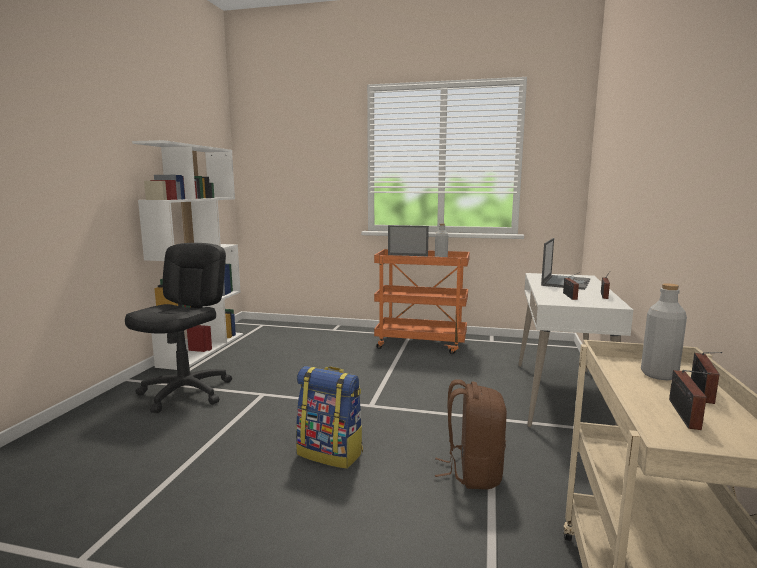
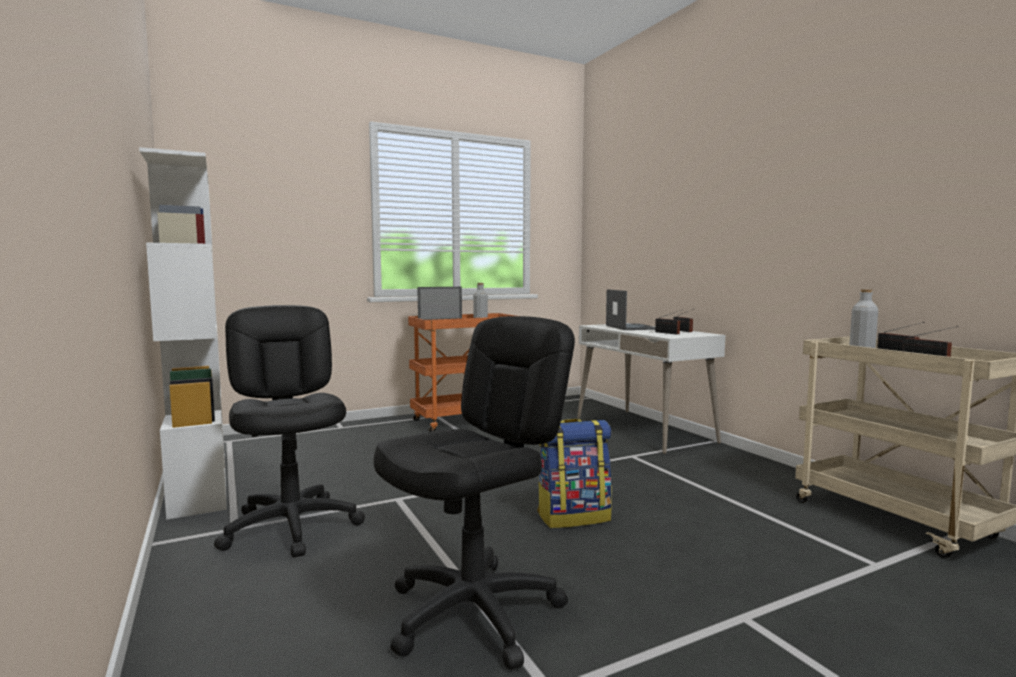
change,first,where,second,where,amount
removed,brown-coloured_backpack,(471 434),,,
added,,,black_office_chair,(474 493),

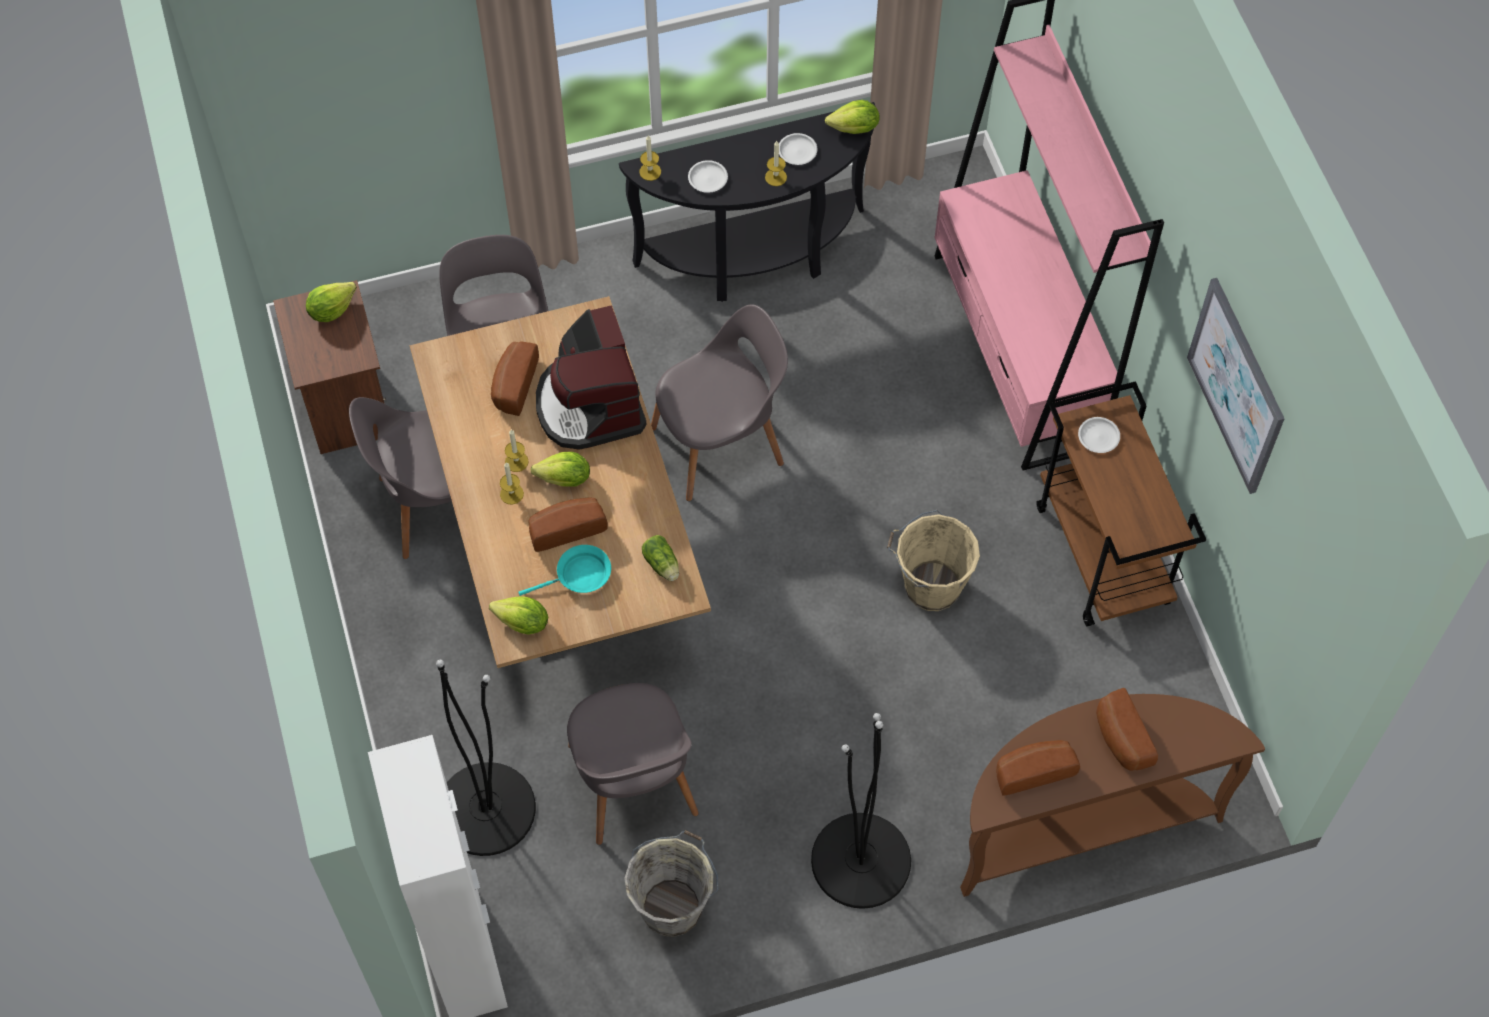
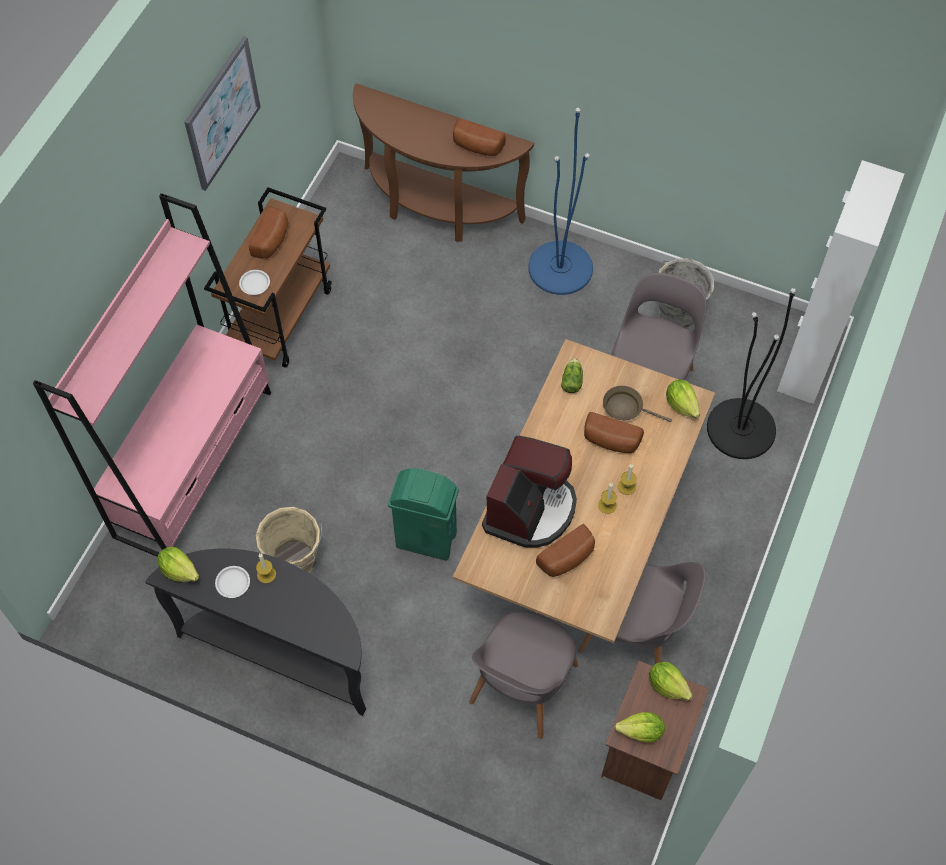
change,first,where,second,where,amount
removed,wax_candle,(650 158),,,
removed,white_plate,(708 176),,,
replaced,gray_plain_chair,(719 403),greenish_waste_bin,(423 514),
moved,lettuce,(560 469),,(671 681),
moved,beige_water_bucket,(933 560),,(289 540),
recoloured,blue-green_skillet,(565 570),brown-coloured_skillet,(637 404),
moved,bread,(1127 729),,(269 232),
recoloured,black_standing_lamp,(861 811),blue_standing_lamp,(560 201),

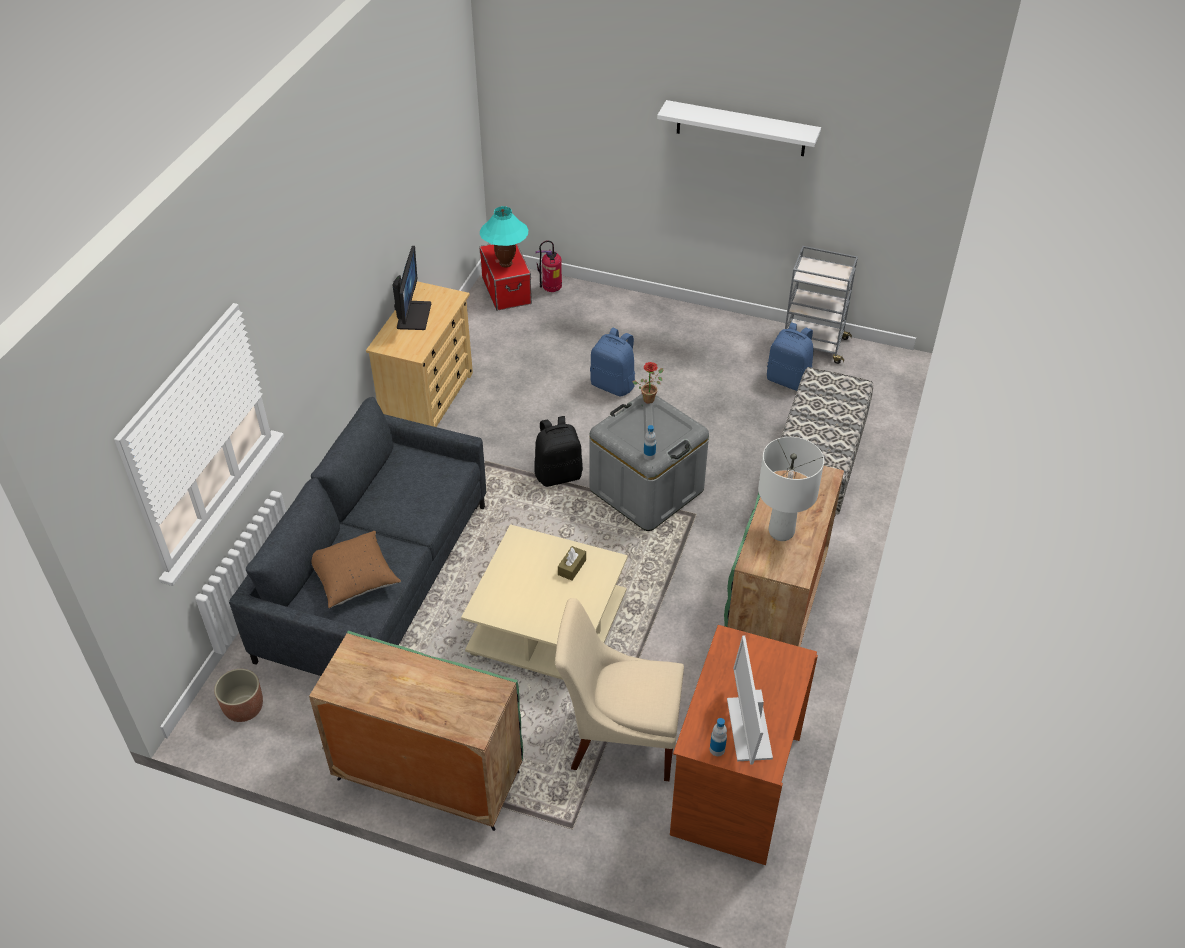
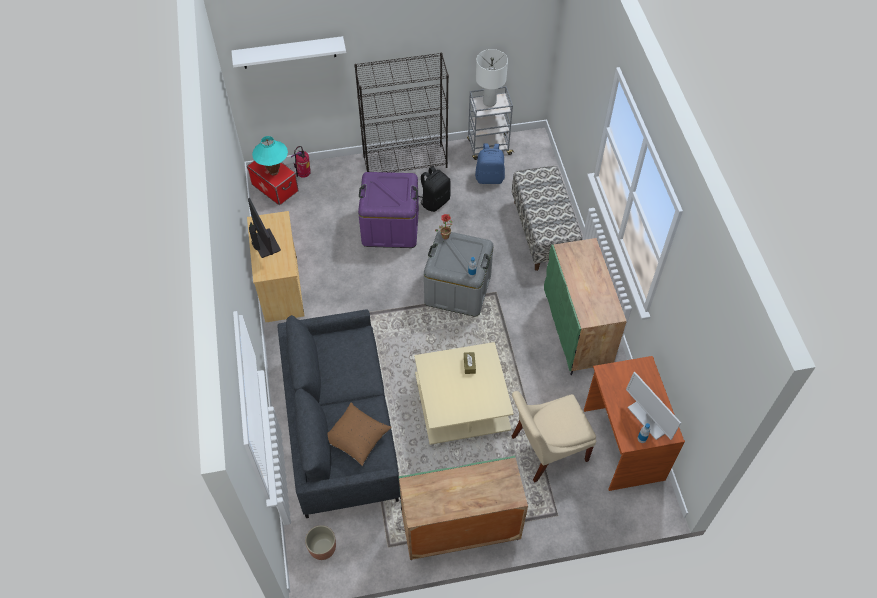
change,first,where,second,where,amount
moved,white_shelf,(739 128),,(288 52),
replaced,blue_backpack,(613 361),purplish_storage_box,(388 210),
moved,black_backpack,(558 451),,(434 189),
moved,white_lamp_for_a_table,(791 489),,(492 78),
added,,,black_bookcase,(401 113),

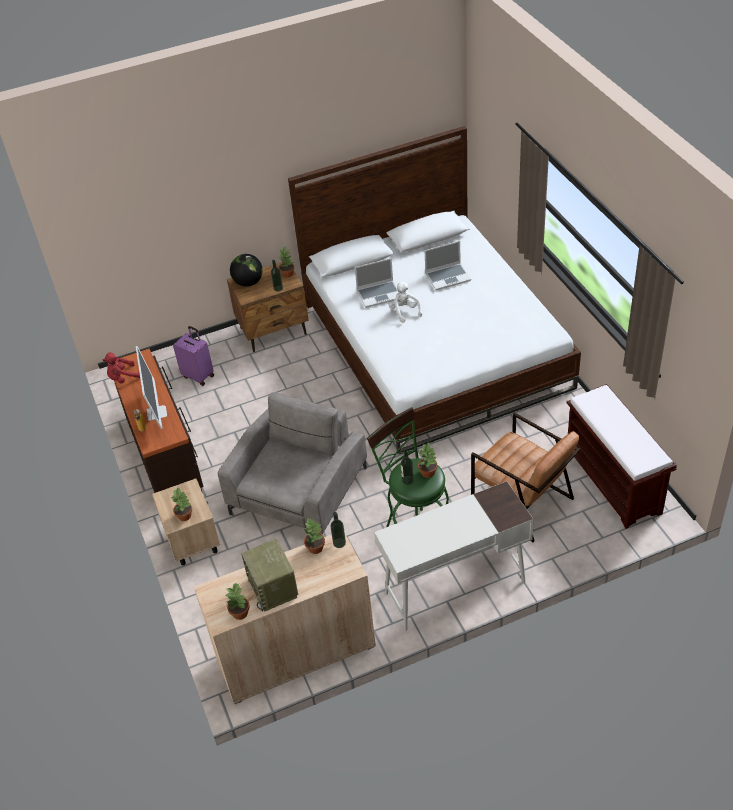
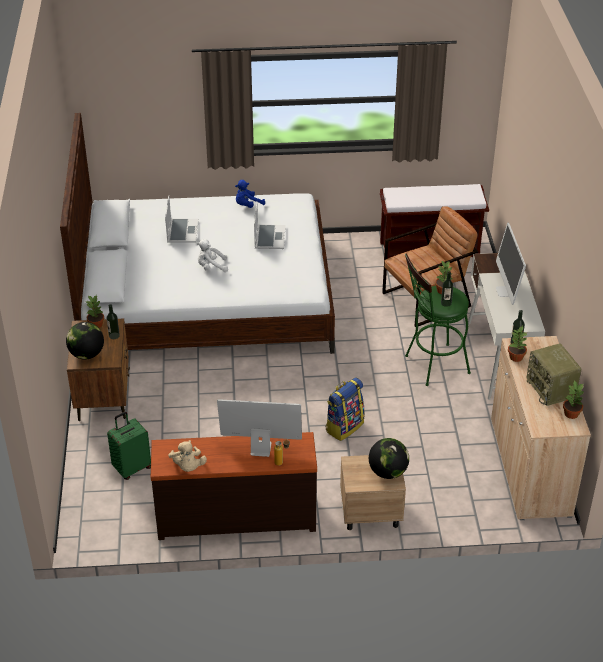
change,first,where,second,where,amount
moved,laptop,(376 283),,(270 225),
recoloured,purplish_piece_of_luggage,(193 356),greenish_piece_of_luggage,(129 446),
recoloured,red_cuddly_toy,(121 367),beige_cuddly_toy,(187 456),
replaced,gray_easy_chair,(292 463),backpack,(345 409),
replaced,plant_in_a_pot,(181 504),desk_globe,(389 458),
turned,radio_receiver,(269 575),,(553 375),75 degrees clockwise
added,,,blue_cuddly_toy,(250 194),
added,,,computer_screen,(511 264),

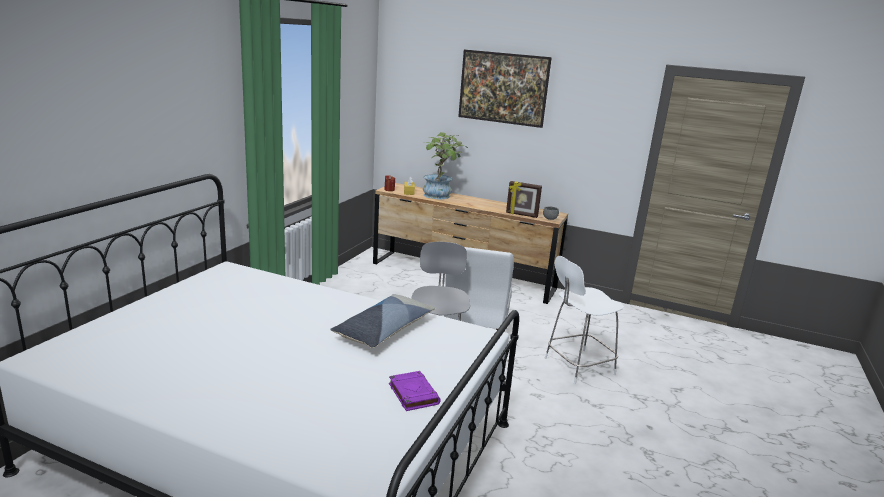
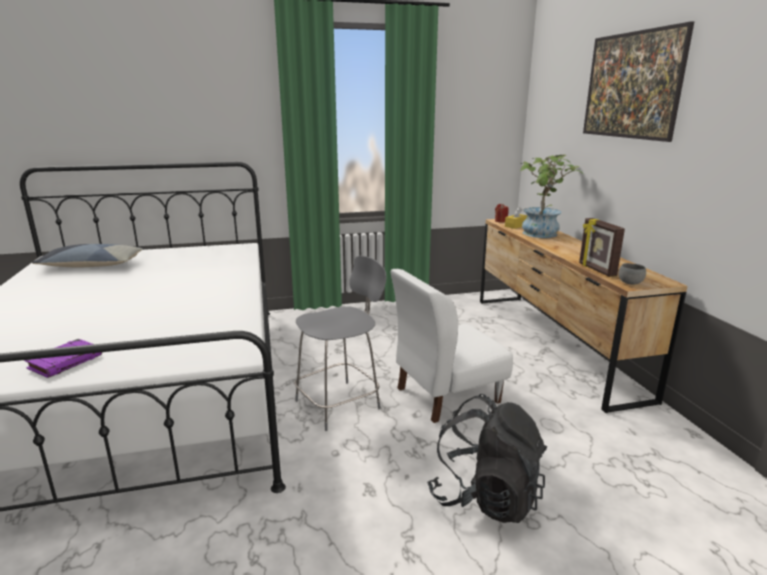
change,first,where,second,where,amount
replaced,white_plain_chair,(584 320),black_backpack,(487 458),
moved,pillow,(382 321),,(87 256),

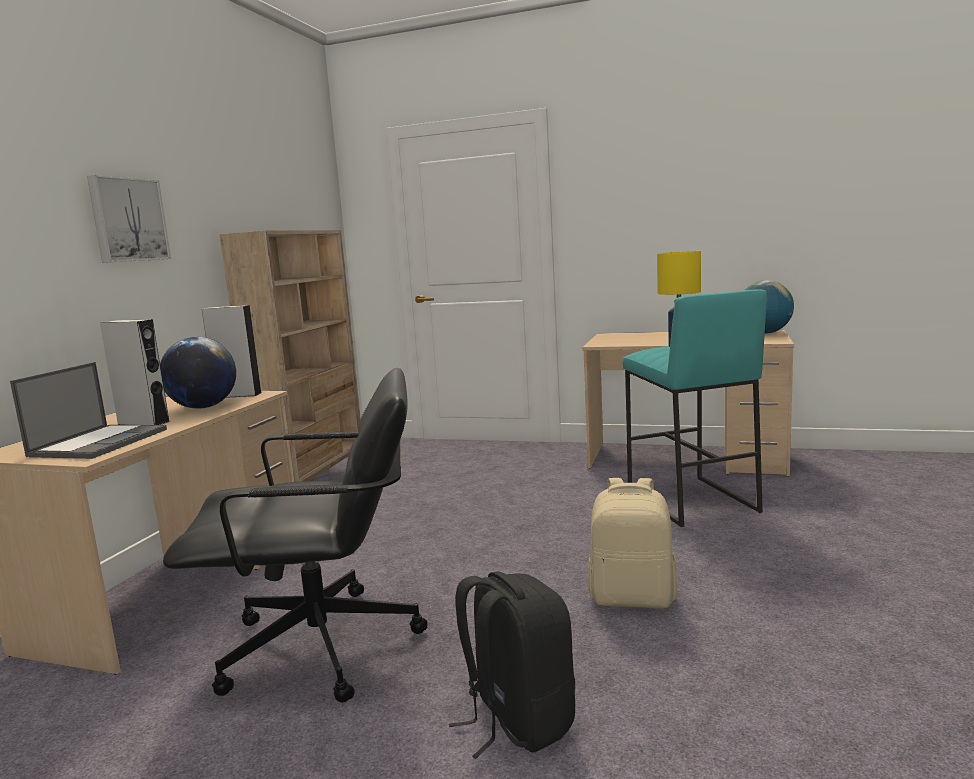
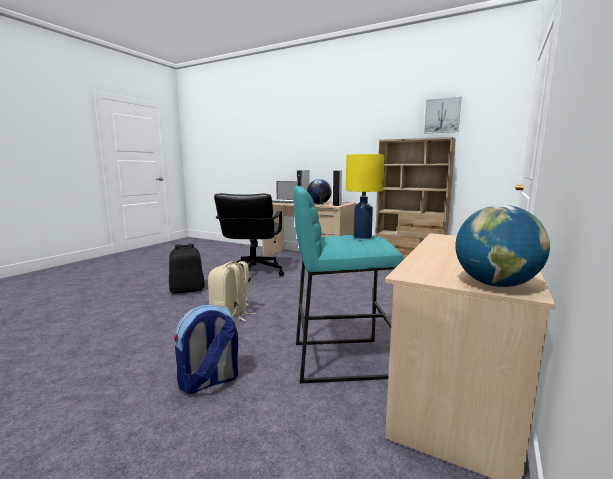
change,first,where,second,where,amount
moved,wall_art,(129 219),,(443 115),
added,,,backpack,(206 349),

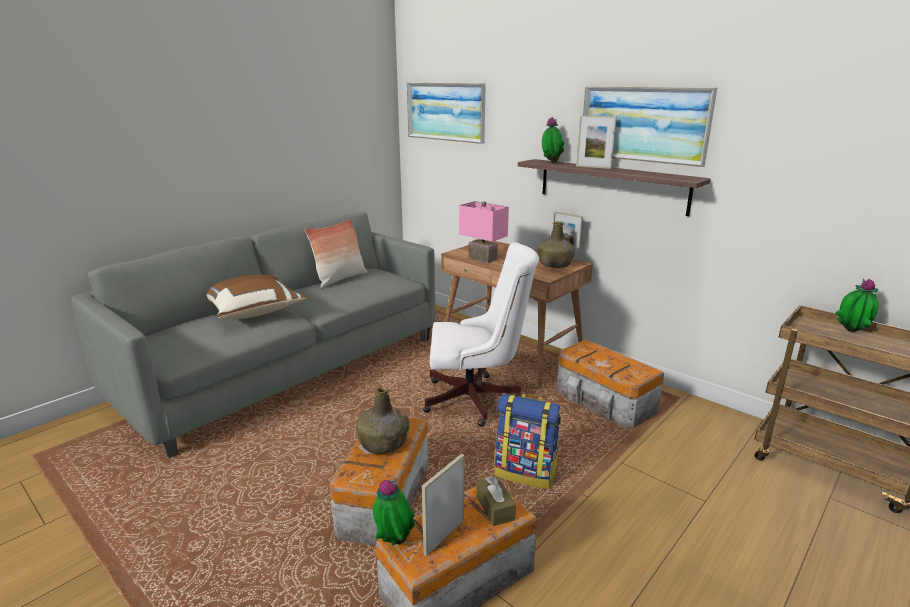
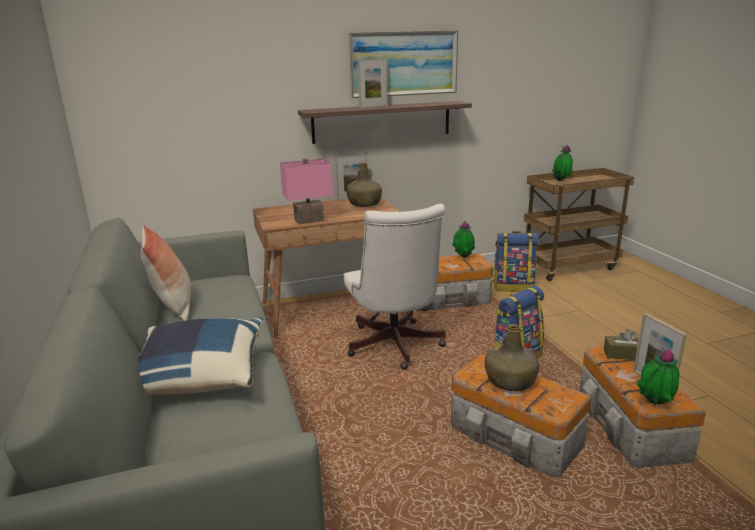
change,first,where,second,where,amount
removed,wall_art,(446 113),,,
moved,plant_in_a_pot,(553 140),,(463 239),
turned,white_office_chair,(481 334),,(395 287),135 degrees clockwise
recoloured,brown-coloured_pillow,(256 296),blue_pillow,(201 356),
added,,,backpack,(516 261),

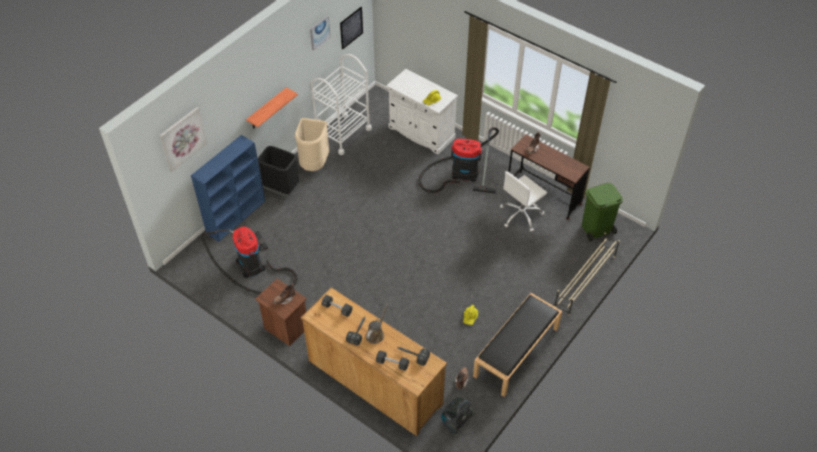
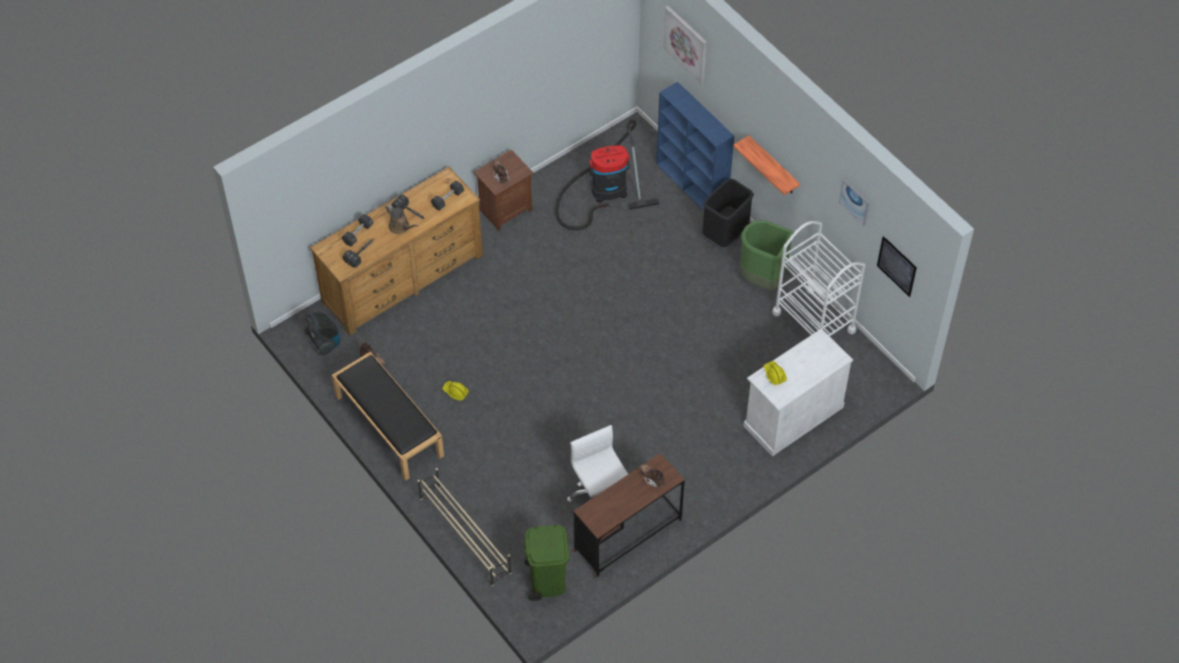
change,first,where,second,where,amount
recoloured,beige_waste_bin,(312 144),greenish_waste_bin,(766 255),
removed,vacuum,(459 160),,,

